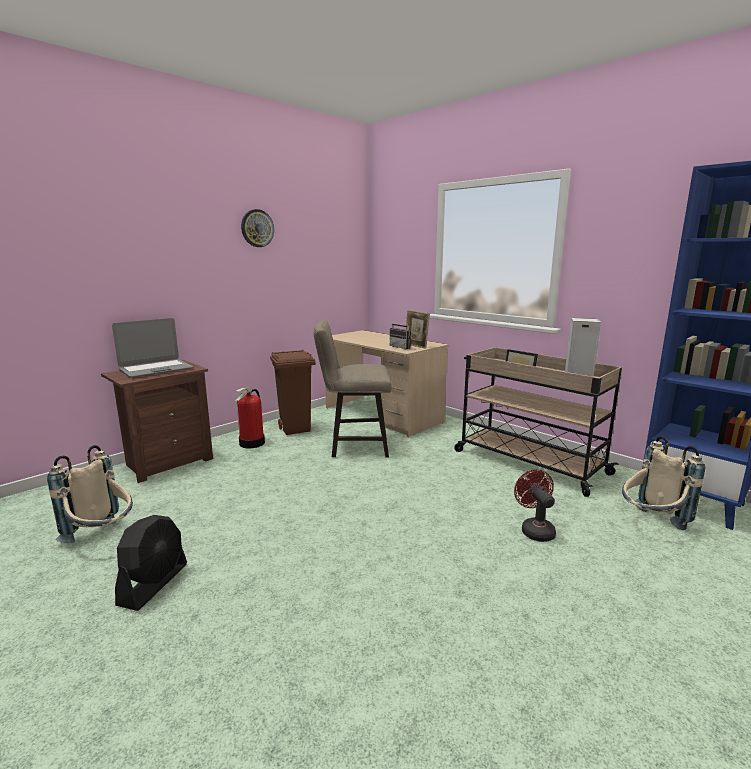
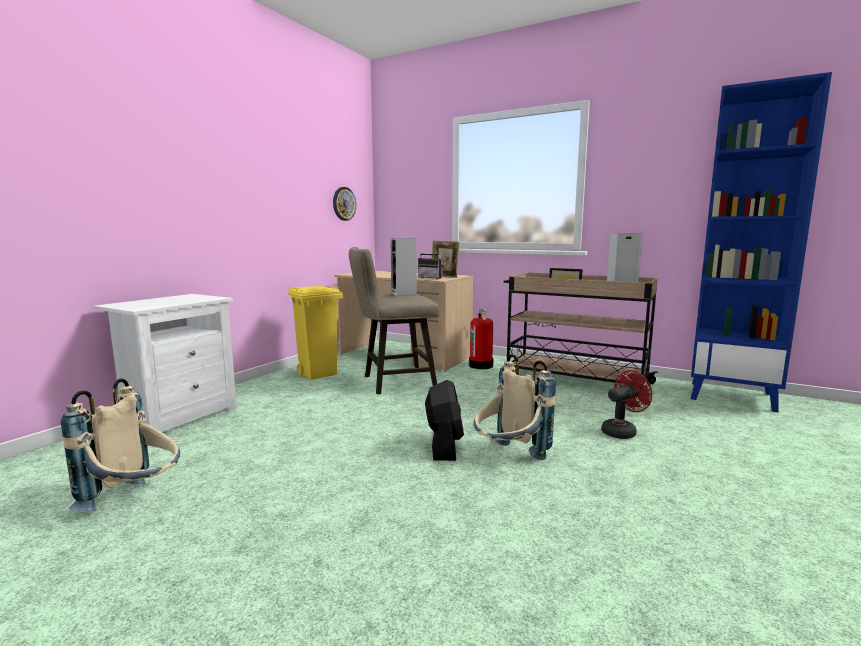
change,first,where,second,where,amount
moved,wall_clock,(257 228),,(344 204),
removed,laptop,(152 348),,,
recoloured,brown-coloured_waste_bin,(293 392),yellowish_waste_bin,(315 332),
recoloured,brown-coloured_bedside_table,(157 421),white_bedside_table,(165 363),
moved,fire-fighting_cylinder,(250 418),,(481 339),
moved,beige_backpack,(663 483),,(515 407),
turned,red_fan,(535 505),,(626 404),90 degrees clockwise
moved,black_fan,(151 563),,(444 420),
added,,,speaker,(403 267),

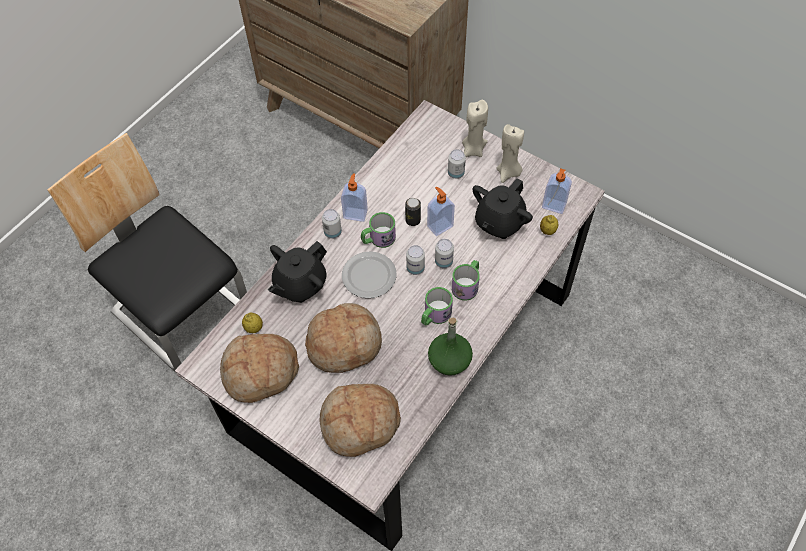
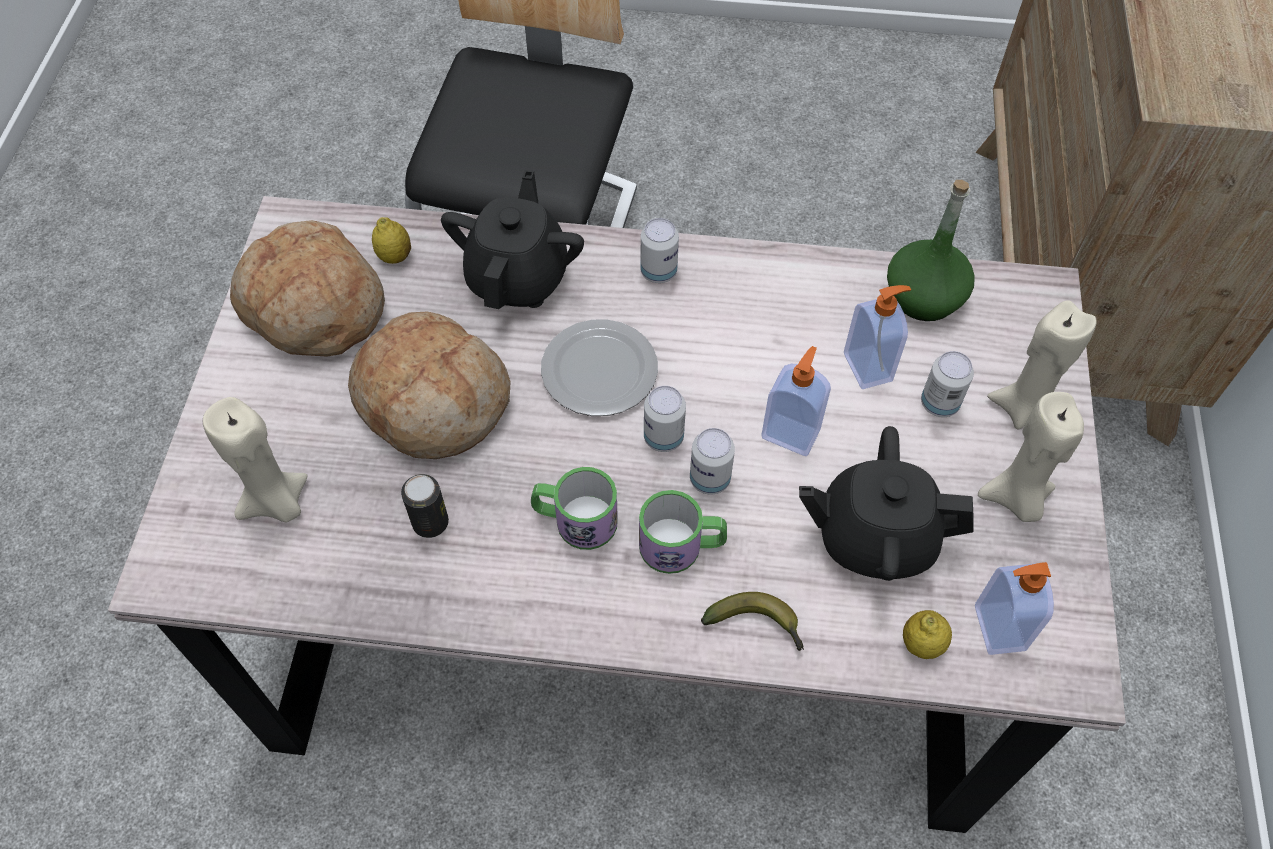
change,first,where,second,where,amount
moved,soap_dispenser,(354 197),,(877 337),
moved,metal_can,(413 212),,(425 506),
removed,tea_mug,(378 230),,,
turned,black_tea_pot,(297 272),,(512 239),90 degrees clockwise
moved,greenish_bottle,(450 347),,(931 250),
replaced,bread,(360 420),beige_wax_candle,(255 460),
added,,,whole_banana,(752 621),

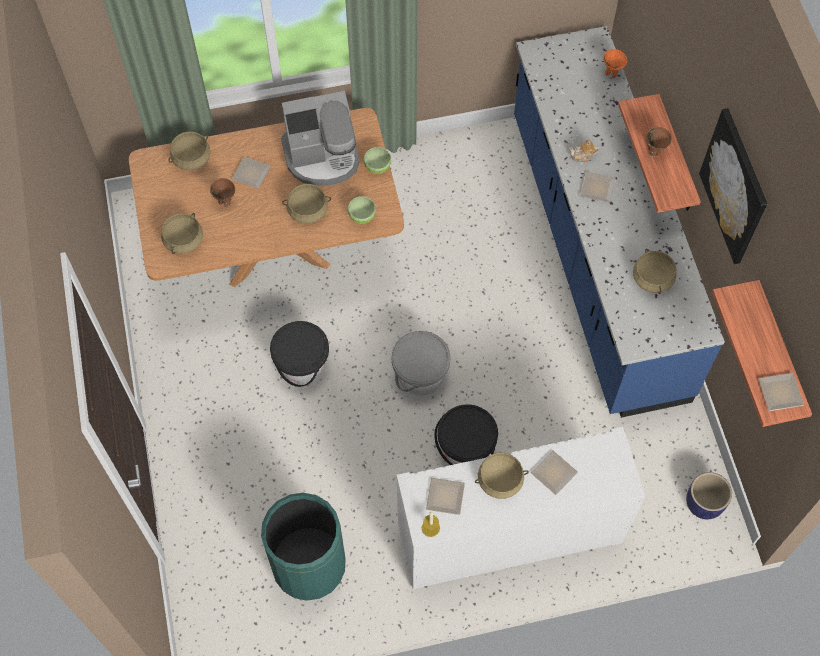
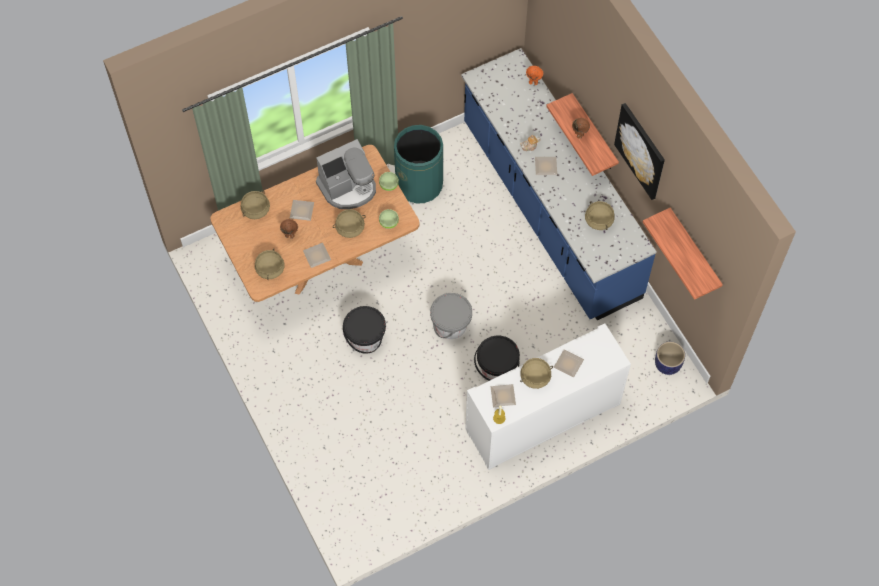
change,first,where,second,where,amount
moved,plate,(781 392),,(317 255),
moved,greenish_waste_bin,(303 547),,(418 164),

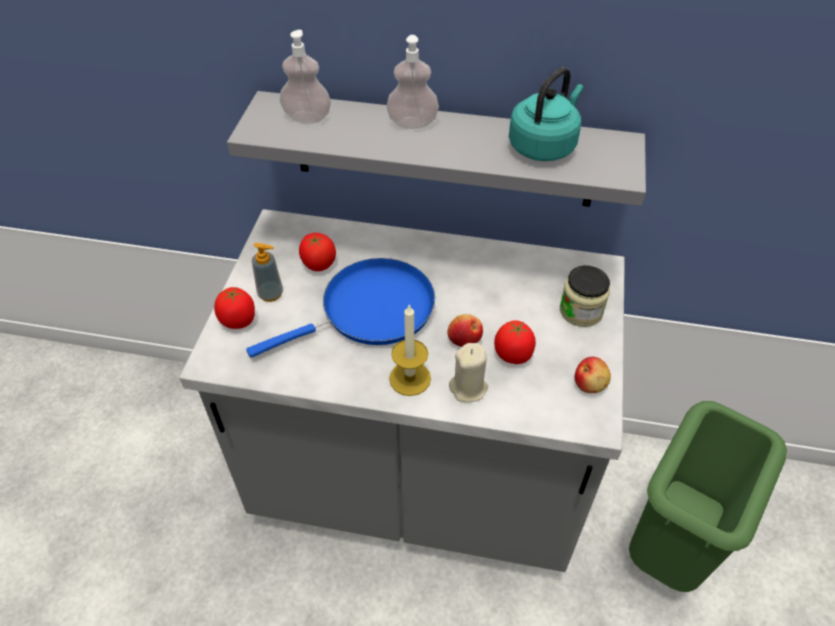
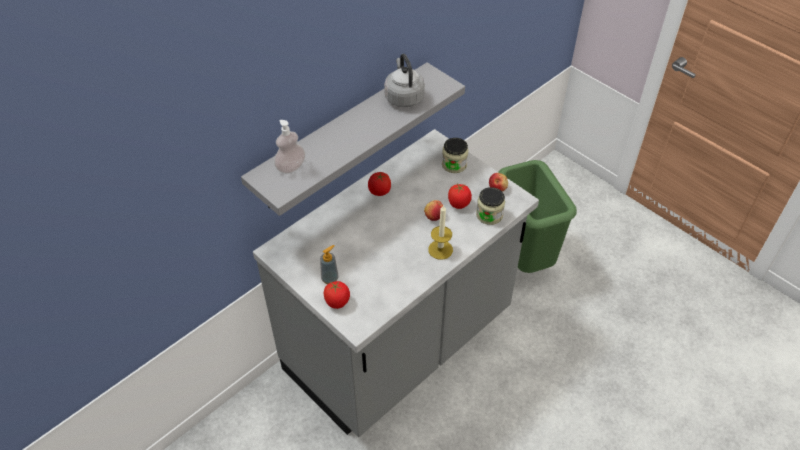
change,first,where,second,where,amount
removed,soap_dispenser,(412 82),,,
recoloured,blue-green_water_kettle,(546 114),gray_water_kettle,(404 80),
moved,whole_tomato,(317 252),,(379 184),
removed,blue_skillet,(340 308),,,
removed,beige_wax_candle,(468 372),,,
added,,,preserve_jar,(490 206),

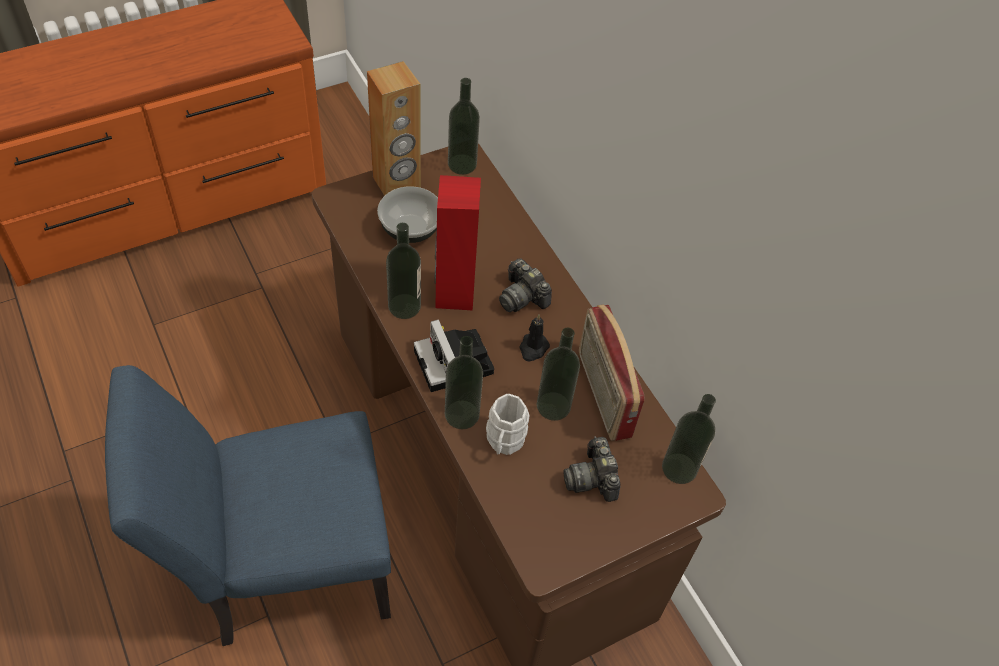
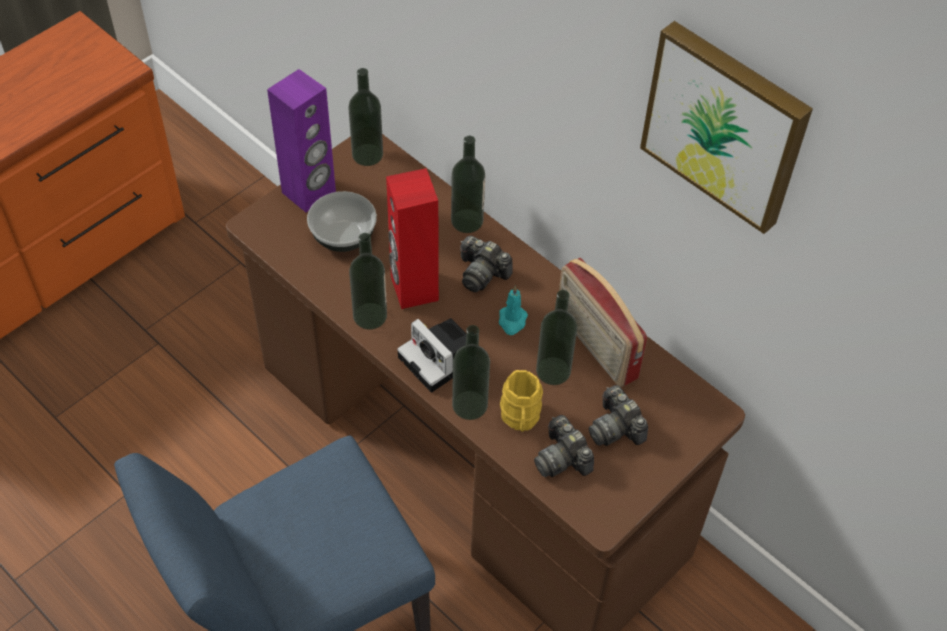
change,first,where,second,where,amount
recoloured,brown-coloured_speaker,(394 128),purplish_speaker,(301 140),
recoloured,black_wax_candle,(534 338),blue-green_wax_candle,(513 310),
recoloured,white_tea_mug,(508 424),yellowish_tea_mug,(521 401),
moved,bottle,(689 439),,(468 184),
added,,,wall_art,(726 127),
added,,,photo_camera,(564 446),

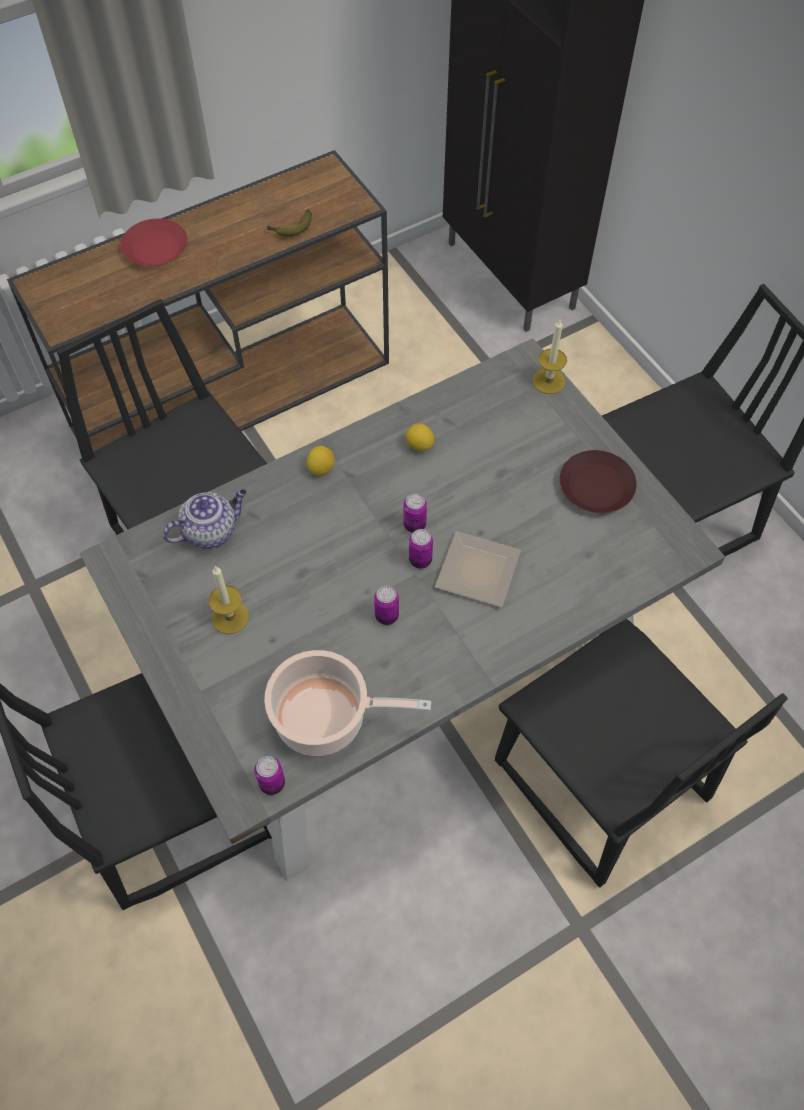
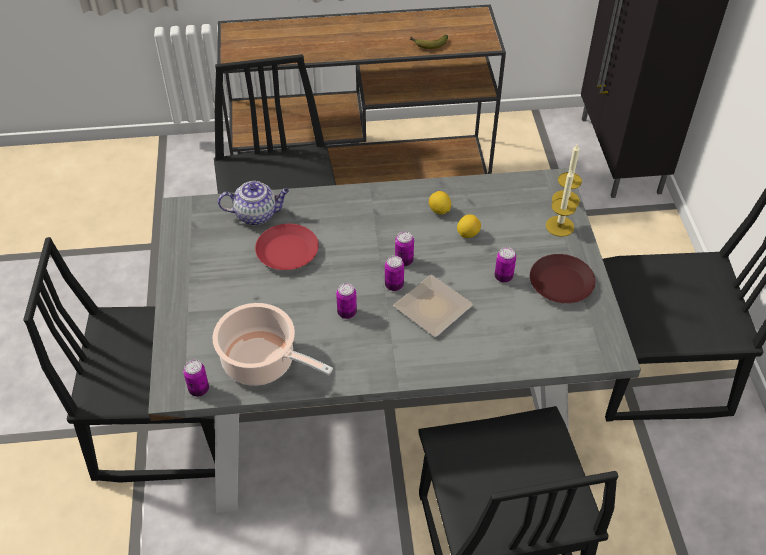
change,first,where,second,where,amount
moved,red_plate,(154 242),,(287 247),
moved,citrus_fruit,(321 461),,(469 226),
moved,wax_candle,(229 600),,(561 203),
added,,,metal_can,(505 265),

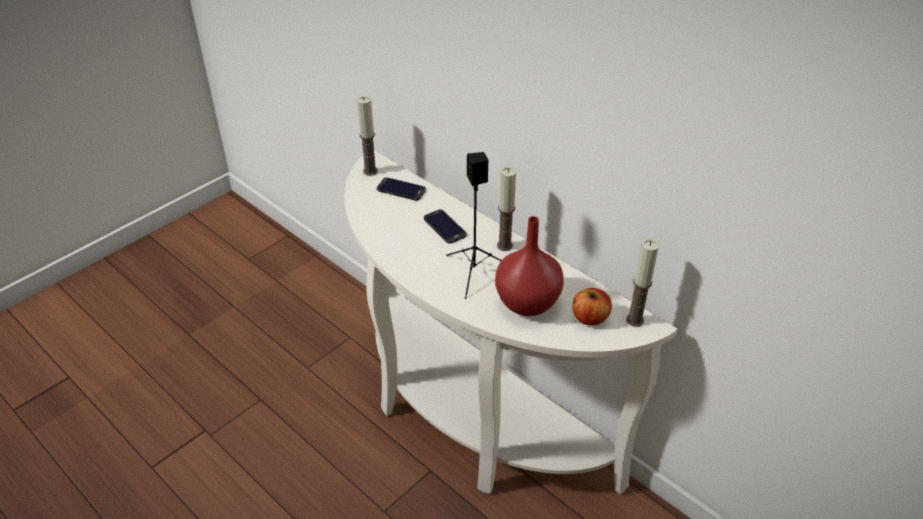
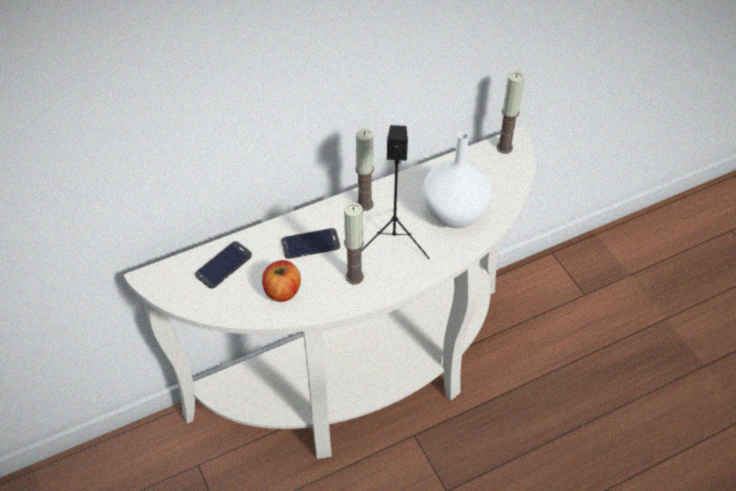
change,first,where,second,where,amount
moved,wax_candle,(367 136),,(354 243),
recoloured,red_vase,(529 266),white_vase,(457 180),
moved,apple,(592 306),,(281 281),

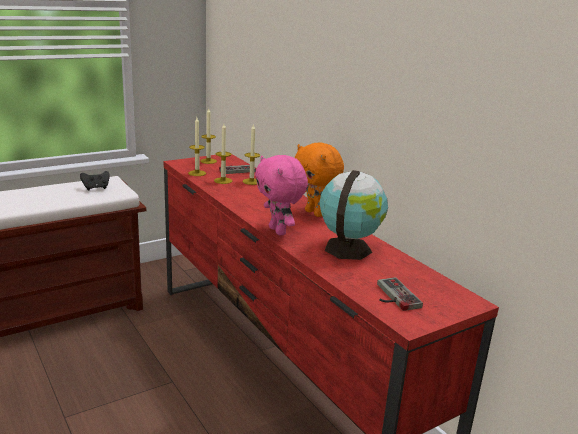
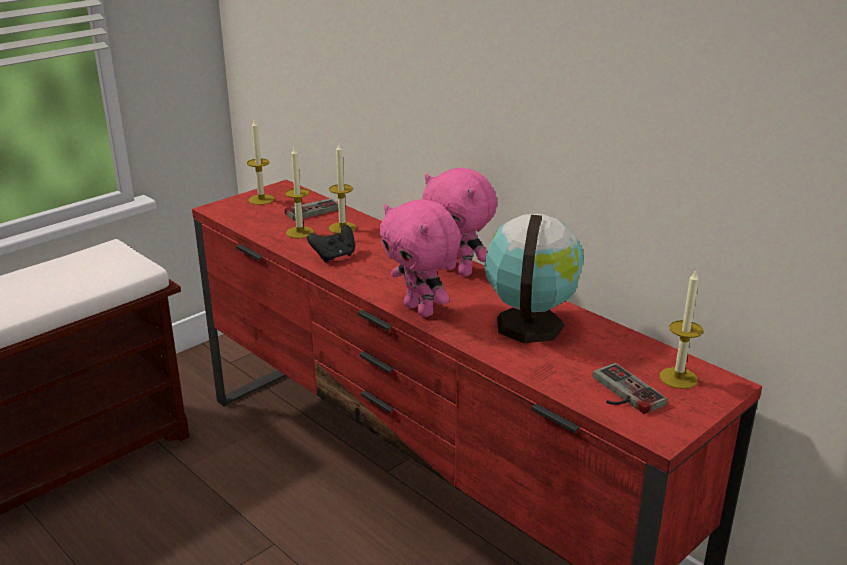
change,first,where,second,where,amount
moved,wax_candle,(197 147),,(681 329),
recoloured,orangey_cuddly_toy,(319 180),pink_cuddly_toy,(459 222),
moved,black_gamepad,(95 180),,(331 244),

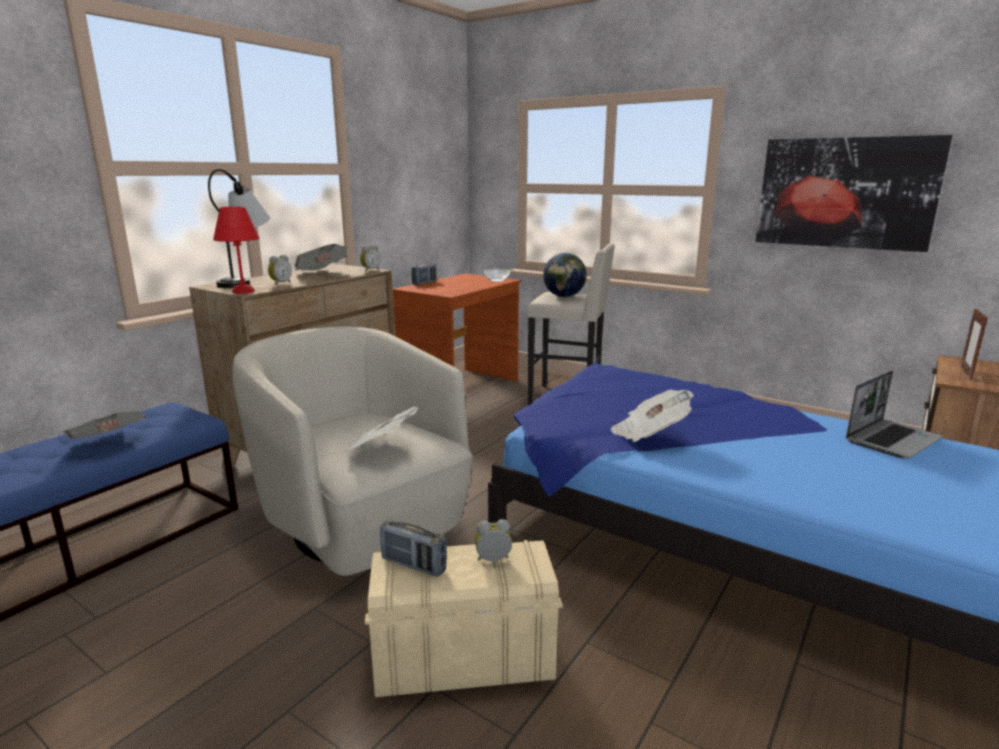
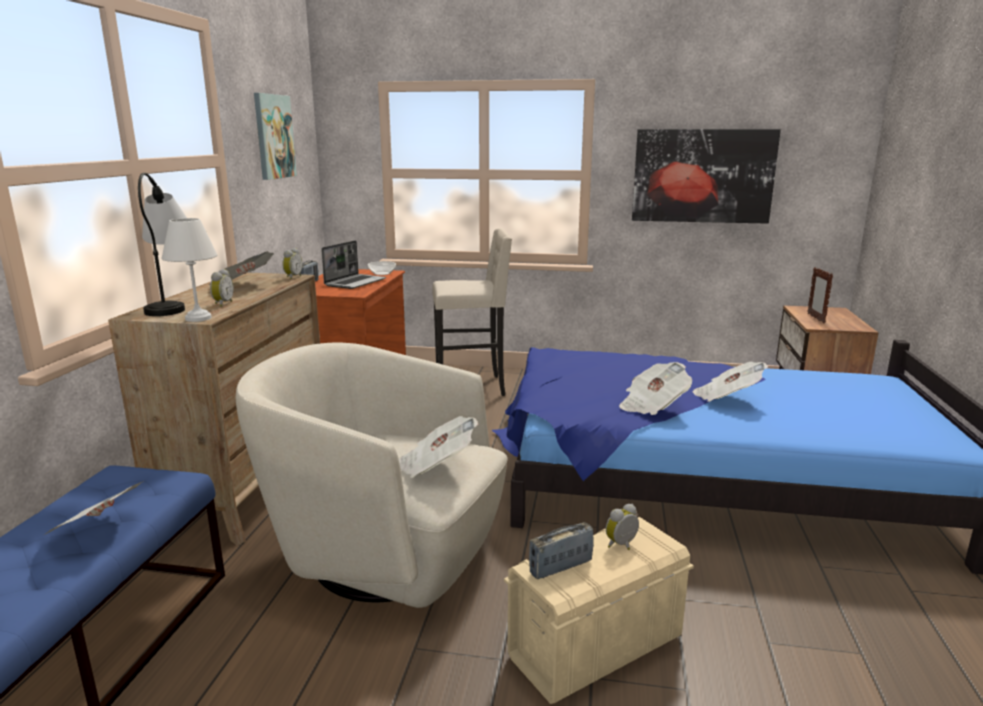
change,first,where,second,where,amount
recoloured,red_lamp_for_a_table,(236 250),white_lamp_for_a_table,(189 270),
removed,desk_globe,(565 275),,,
moved,laptop,(894 414),,(353 264),
turned,radio_receiver,(413 548),,(561 550),150 degrees clockwise
added,,,wall_art,(275 136),
added,,,daily_paper,(730 381),

